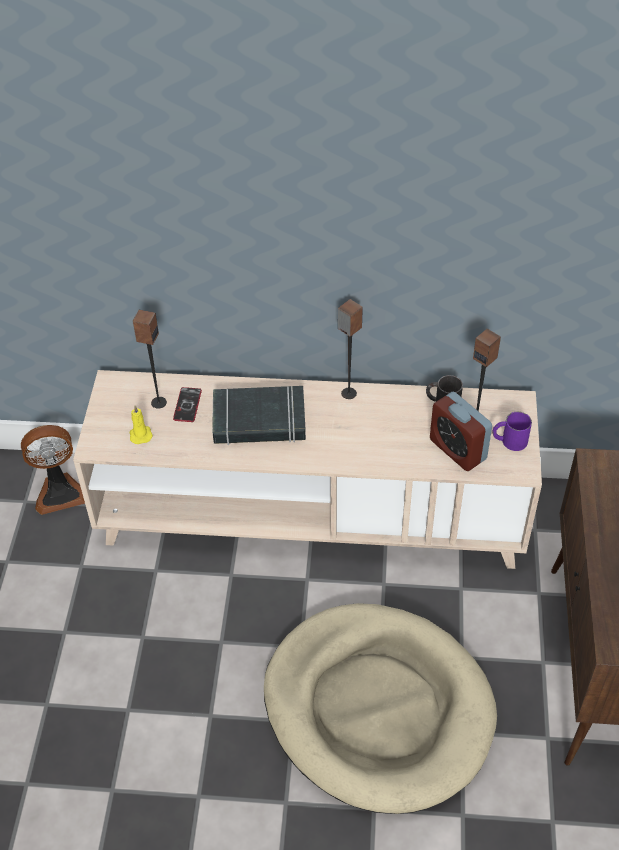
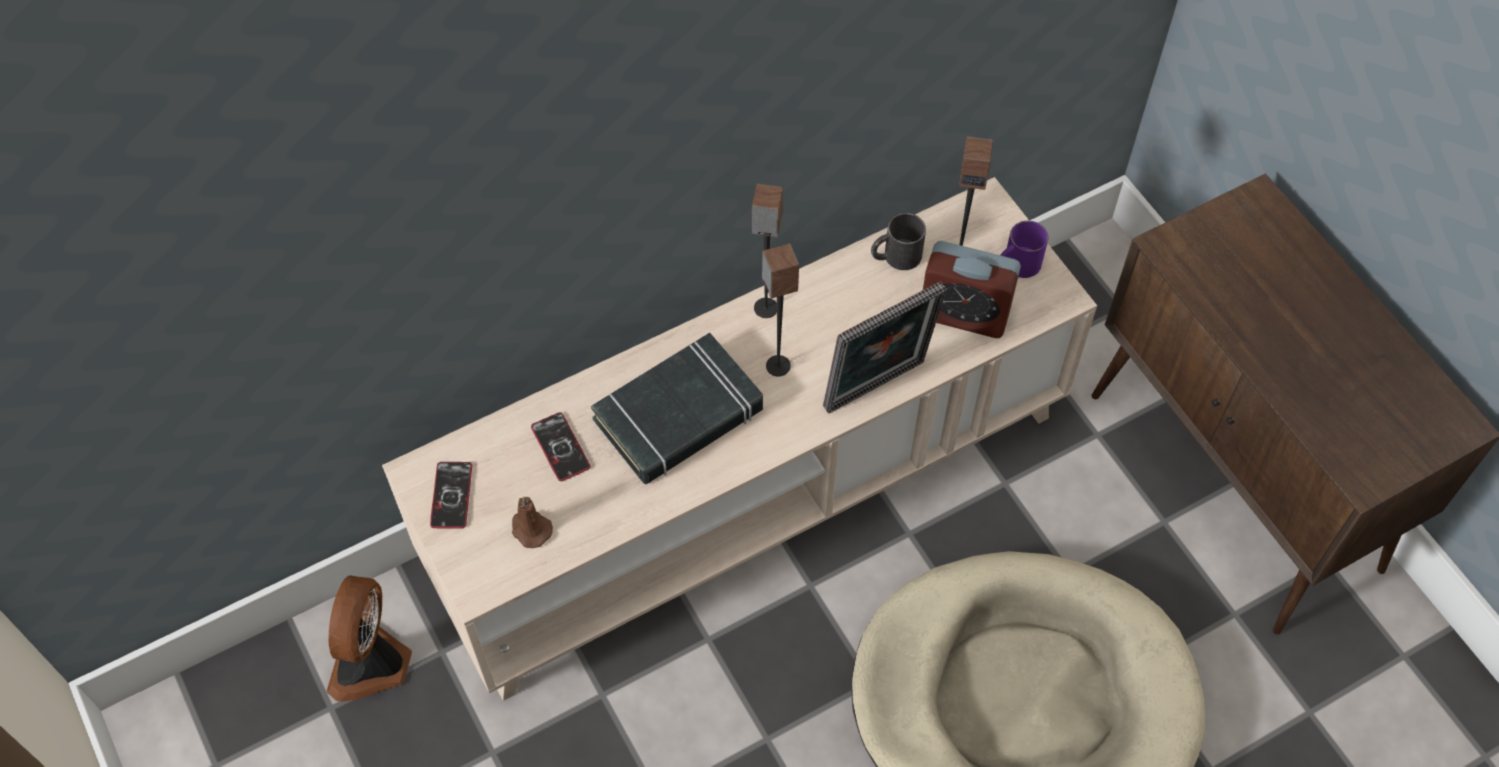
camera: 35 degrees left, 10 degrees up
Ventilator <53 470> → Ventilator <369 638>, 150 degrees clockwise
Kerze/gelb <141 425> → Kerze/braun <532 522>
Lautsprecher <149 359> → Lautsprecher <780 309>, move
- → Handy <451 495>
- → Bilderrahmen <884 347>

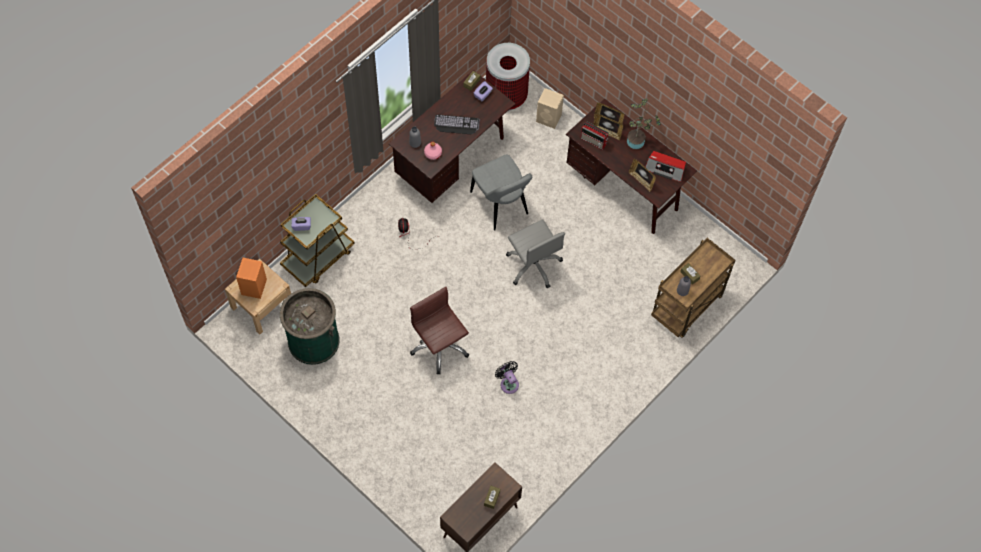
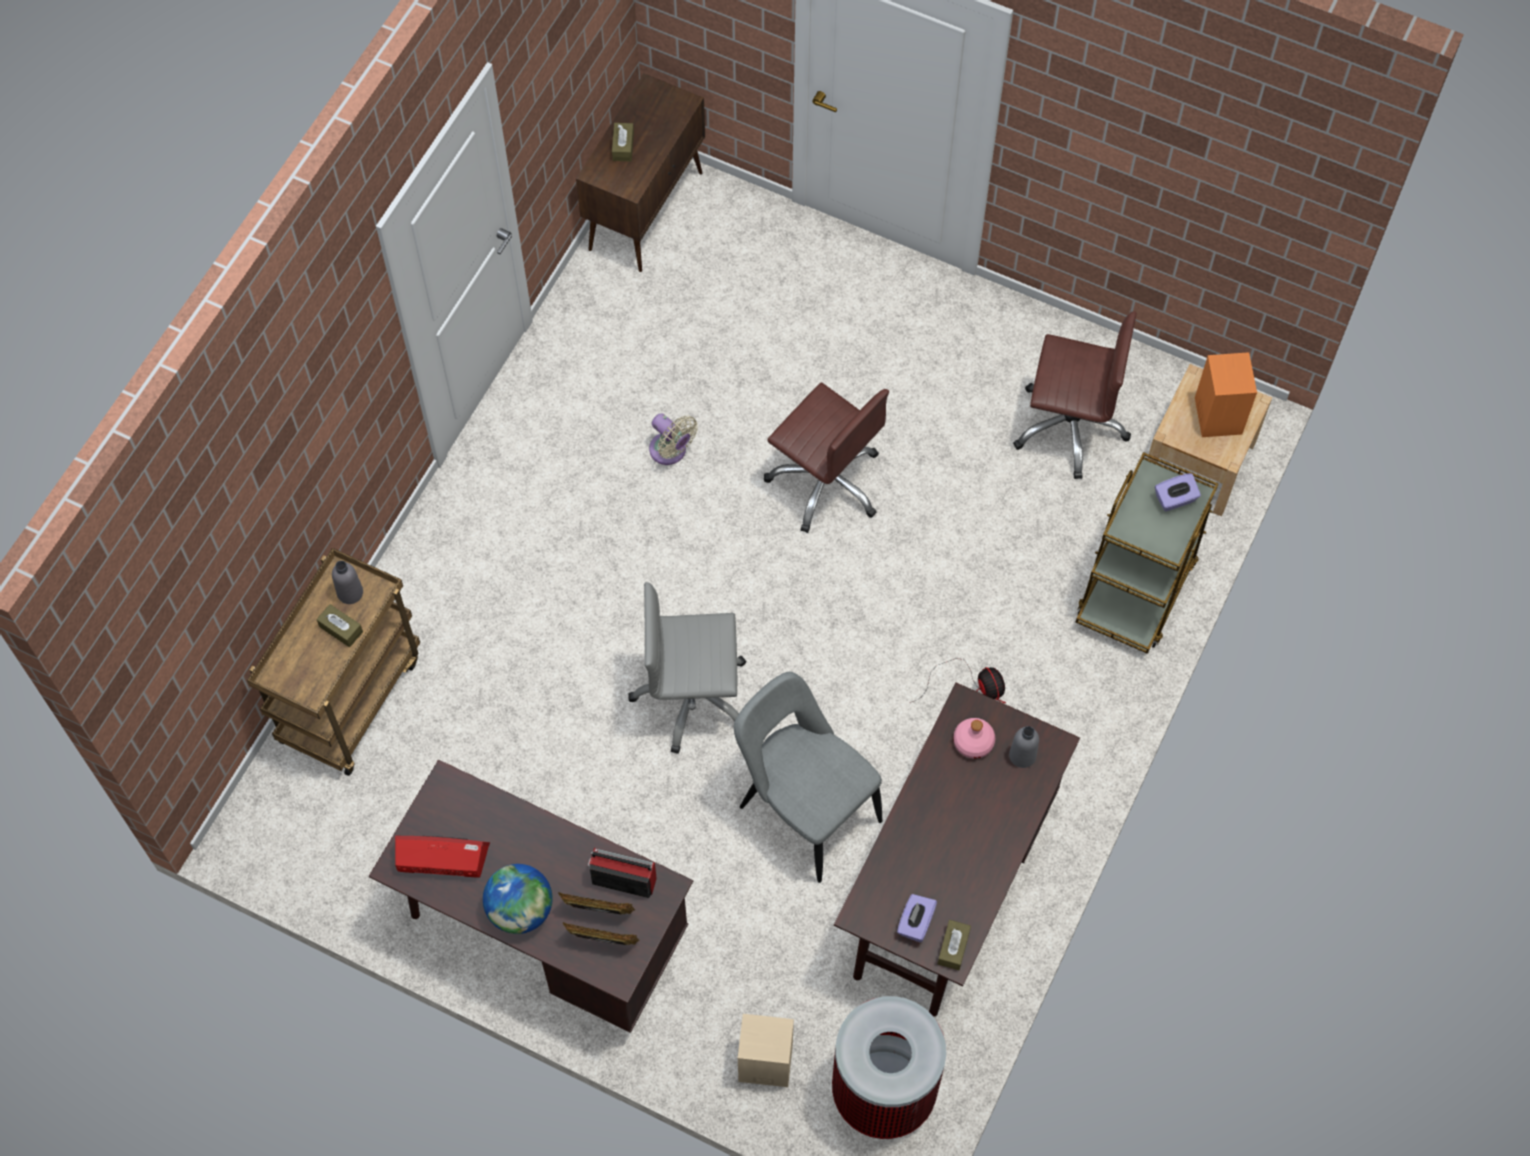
camera: 165 degrees right, 0 degrees up
Mülleimer/grün <310 326> → Bürostuhl/braun <1075 395>
Tastatur <457 124> → -
Ventilator/schwarz <507 377> → Ventilator/beige <673 439>
Bürostuhl/grau <535 253> → Bürostuhl/grau <687 668>, 45 degrees counterclockwise
Topfpflanze <644 124> → Globus <518 899>
Bilderrahmen <642 175> → -

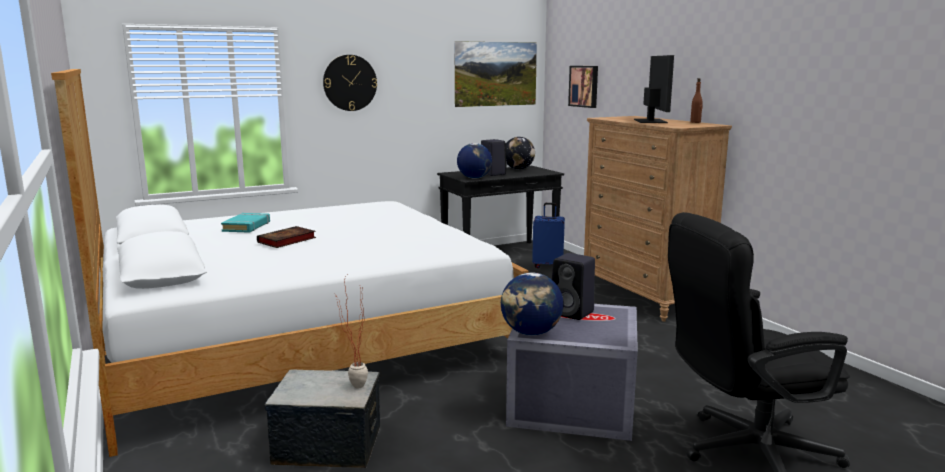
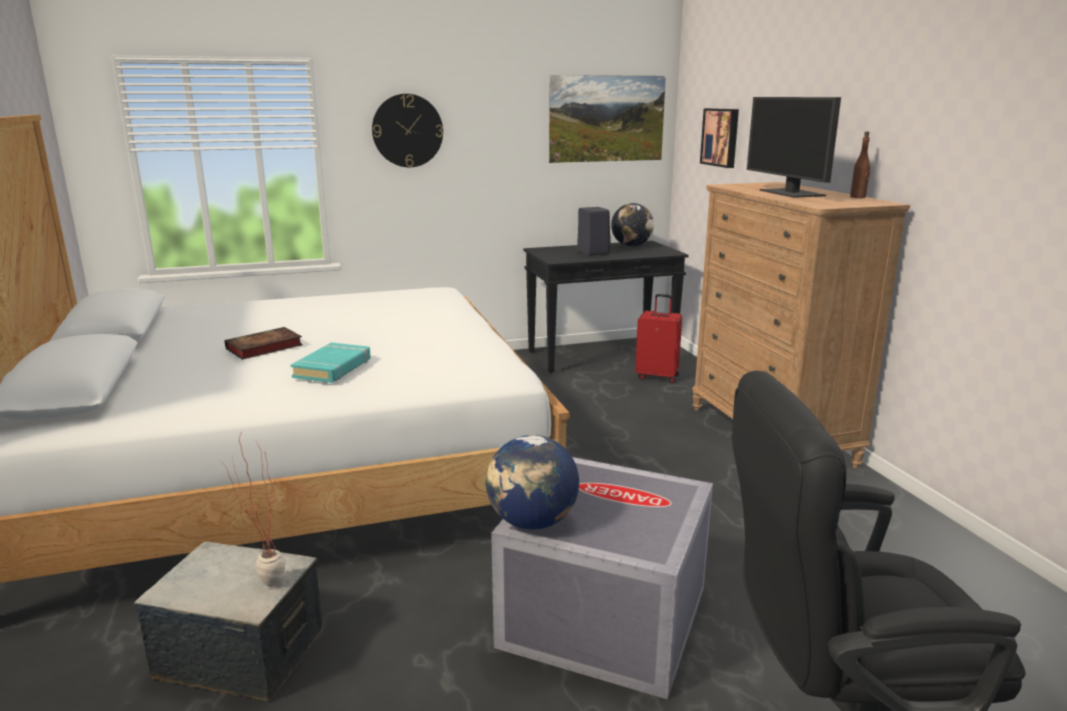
camera: 10 degrees right, 5 degrees up
Buch/türkis <245 223> → Buch/türkis <331 363>, move
Globus <474 161> → -
Koffer/blau <548 235> → Koffer/rot <658 338>
Lautsprecher/schwarz <573 286> → -
Monitor <654 89> → Monitor <794 147>, 150 degrees clockwise

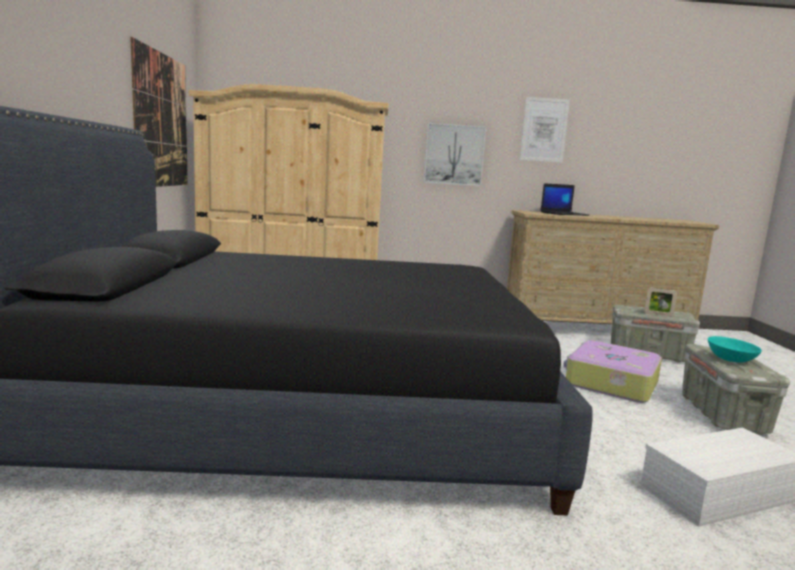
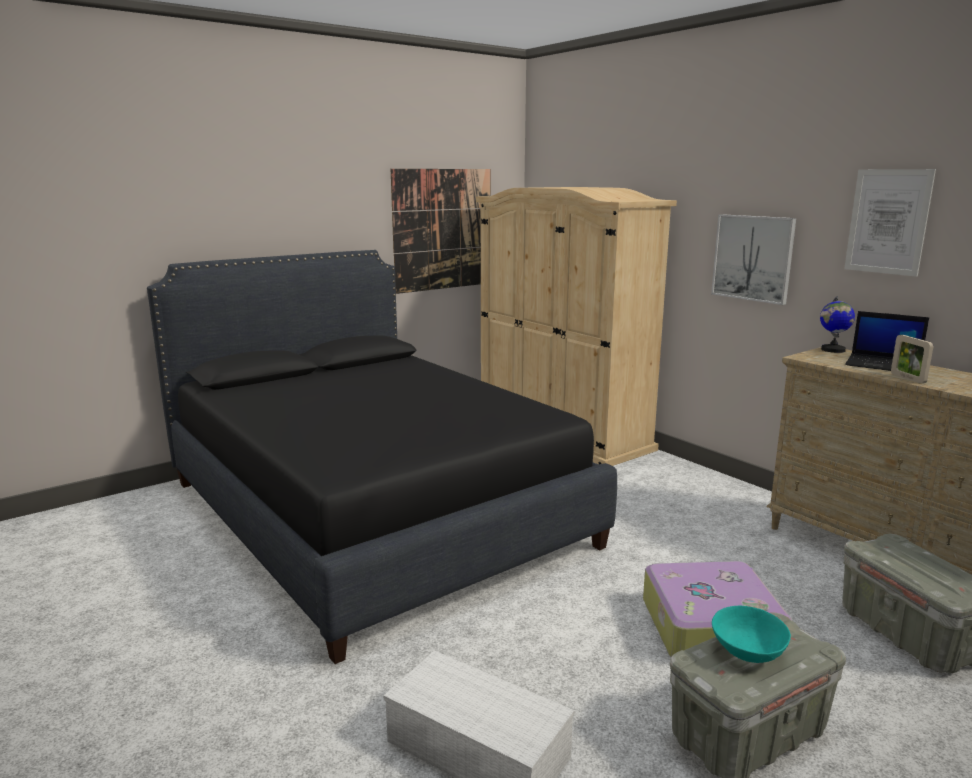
camera: 55 degrees right, 5 degrees up
Bilderrahmen <660 302> → Bilderrahmen <912 359>, move
- → Globus <837 324>

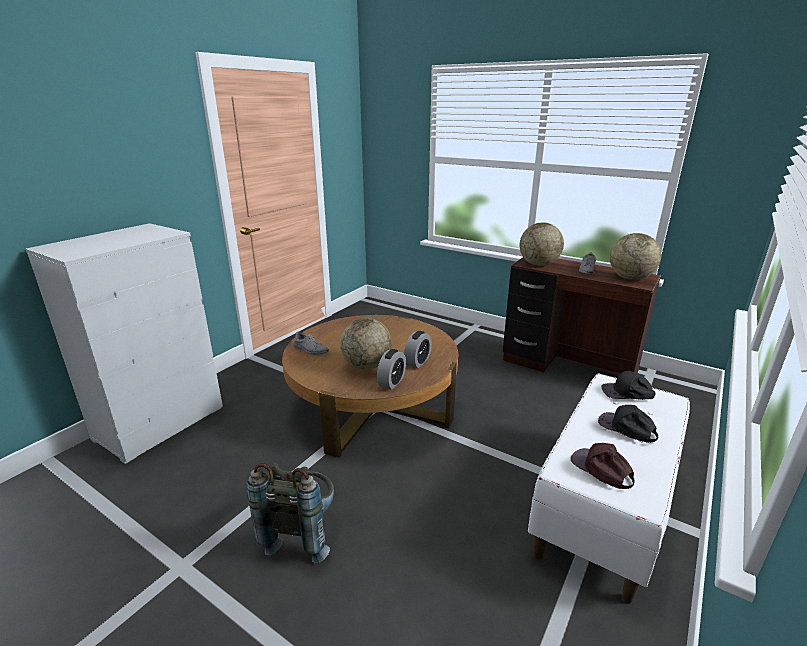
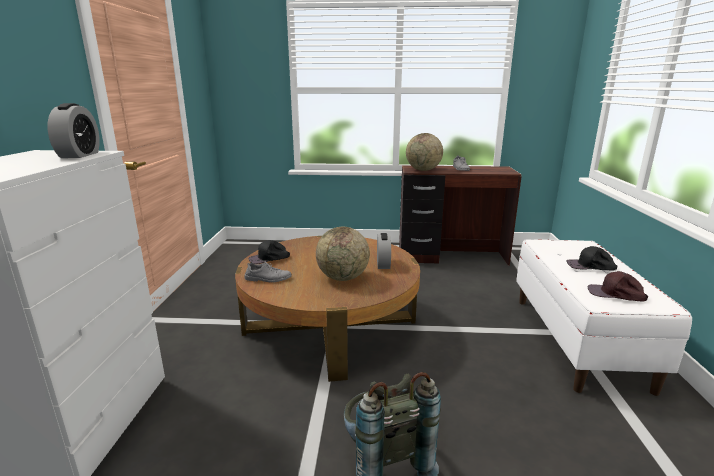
camera: 30 degrees left, 5 degrees down
Wecker <391 369> → Wecker <73 130>, move
Kappe/schwarz <628 385> → Kappe/schwarz <269 252>, move
Globus <635 256> → -

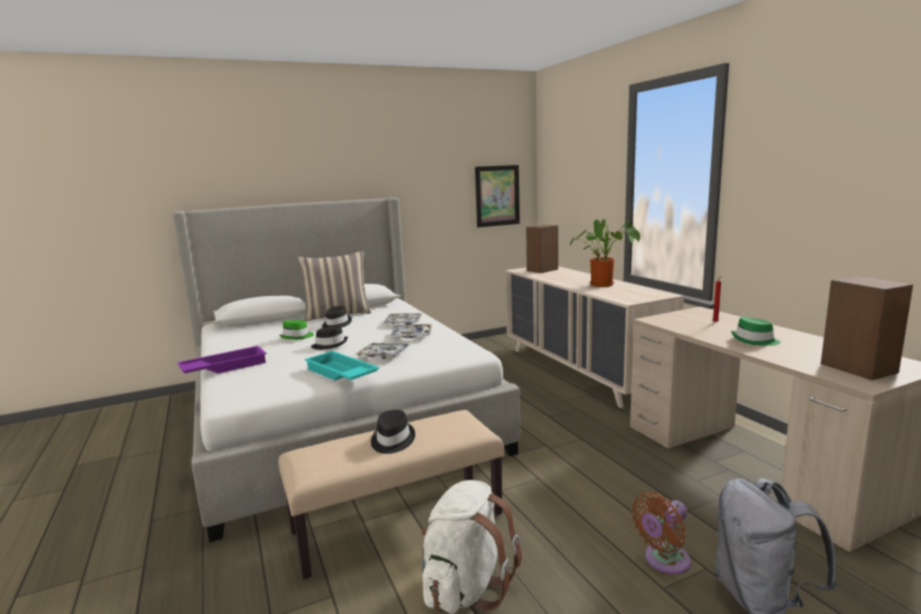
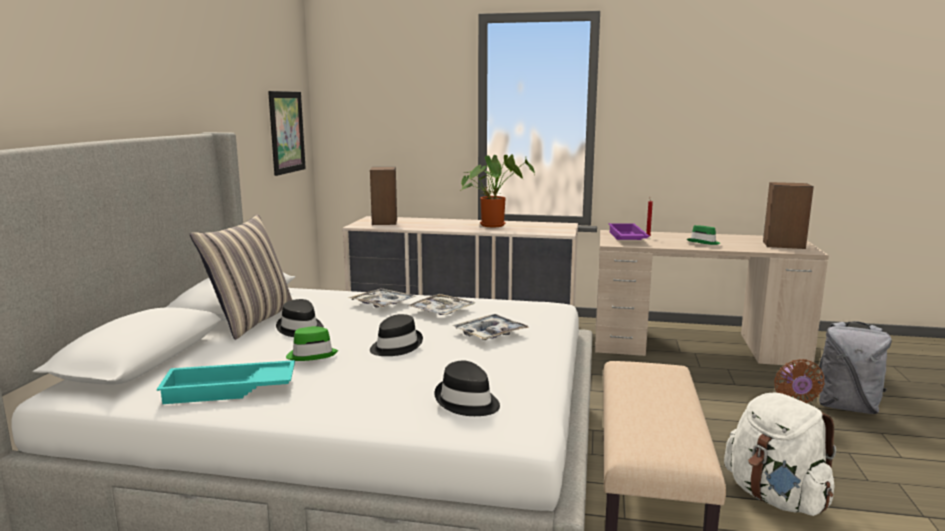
camera: 55 degrees left, 0 degrees up
Tablett/lila <222 360> → Tablett/lila <629 231>, move
Tablett/türkis <342 366> → Tablett/türkis <226 382>, move
Hut/schwarz <393 432> → Hut/schwarz <467 388>, move

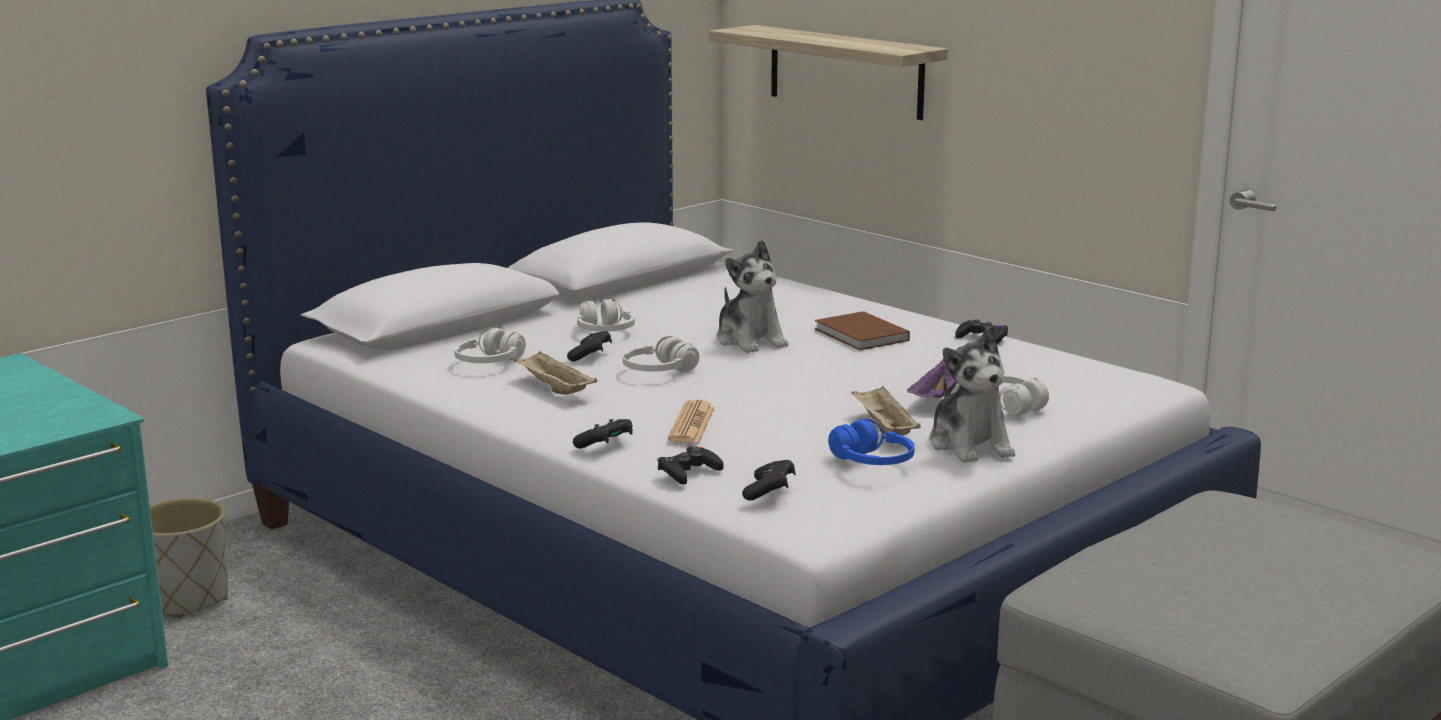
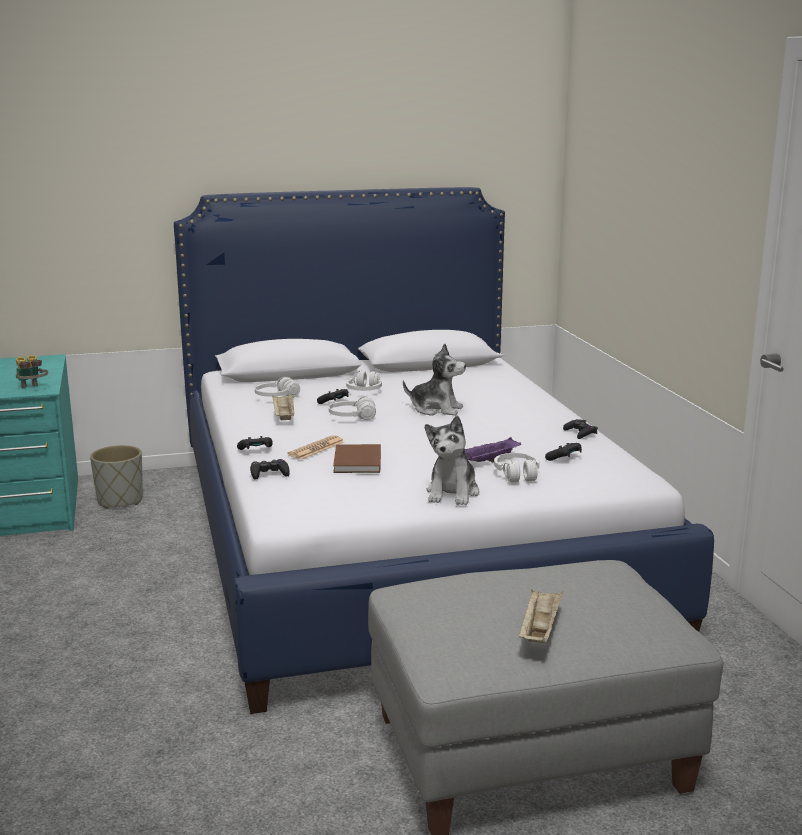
camera: 30 degrees right, 0 degrees up
Wandregal <828 72> → -
Plüschtier <752 296> → Plüschtier <434 379>, 75 degrees counterclockwise
Gamepad/schwarz <769 480> → Gamepad/schwarz <563 452>, move
Buch/braun <862 330> → Buch/braun <357 458>, move
Kopfhörer/blau <871 442> → -
Tablett/beige <886 410> → Tablett/beige <540 616>, move
- → Fernglas <32 372>

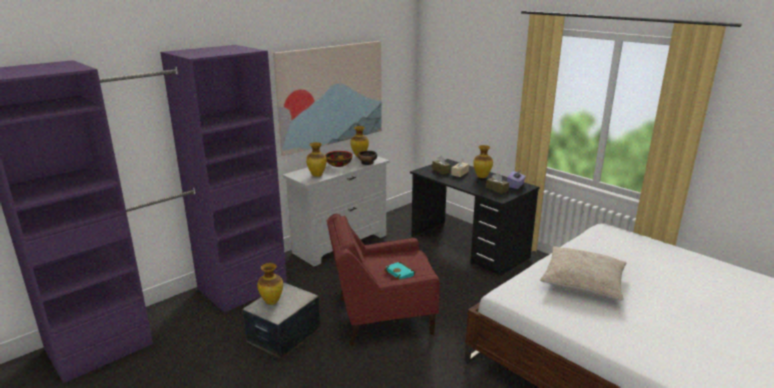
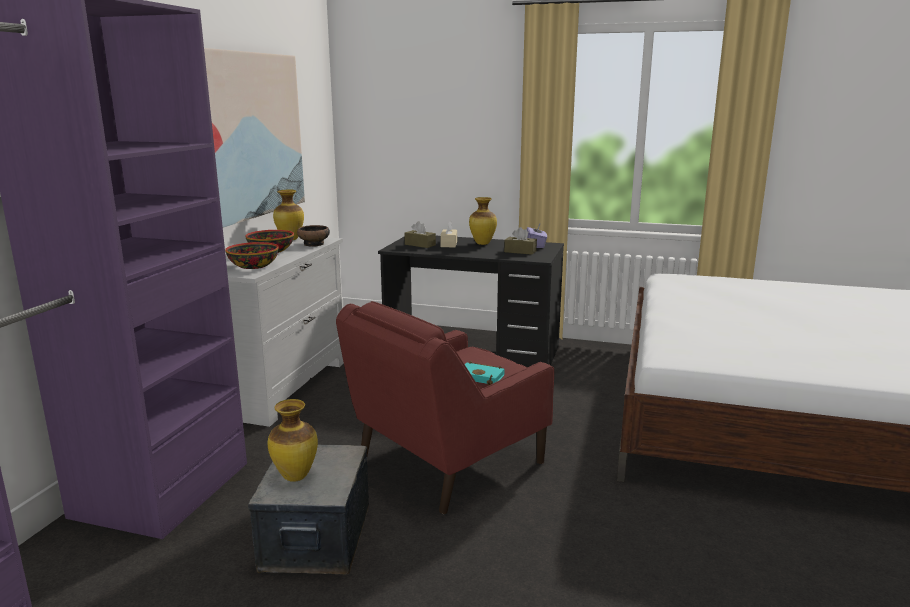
camera: 30 degrees left, 5 degrees down
Vase <316 159> → Schüssel <252 255>
Kissen/beige <583 273> → -

